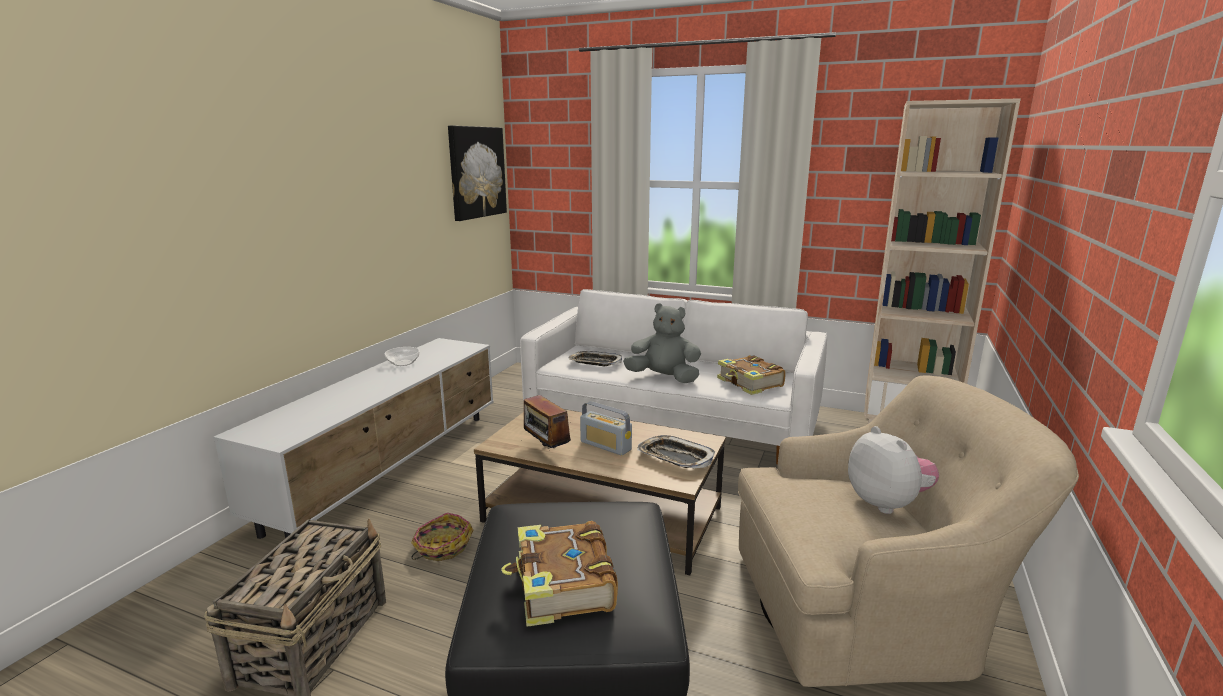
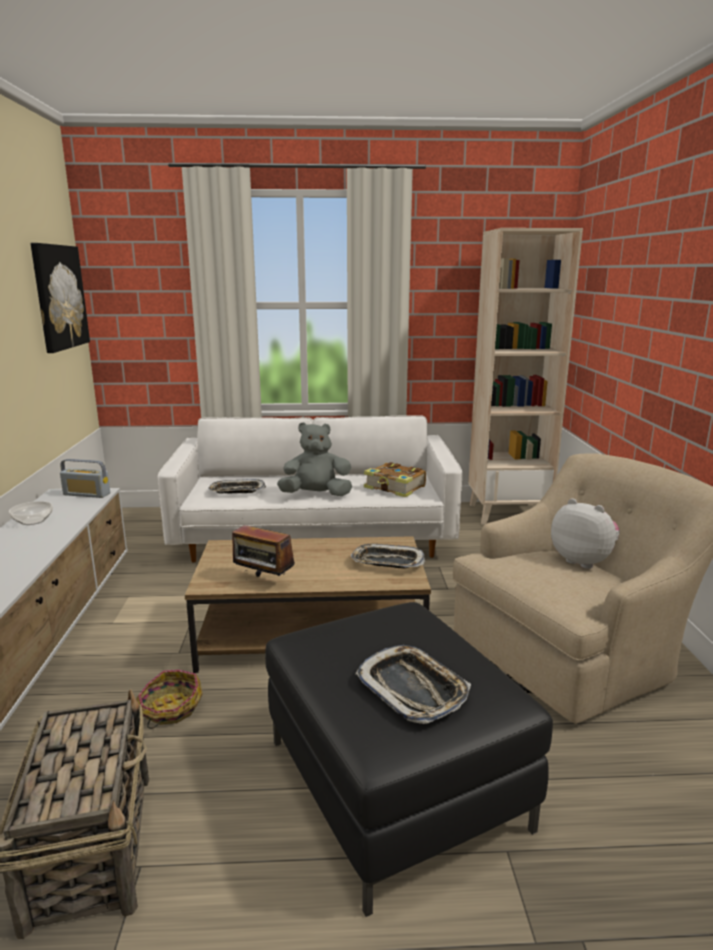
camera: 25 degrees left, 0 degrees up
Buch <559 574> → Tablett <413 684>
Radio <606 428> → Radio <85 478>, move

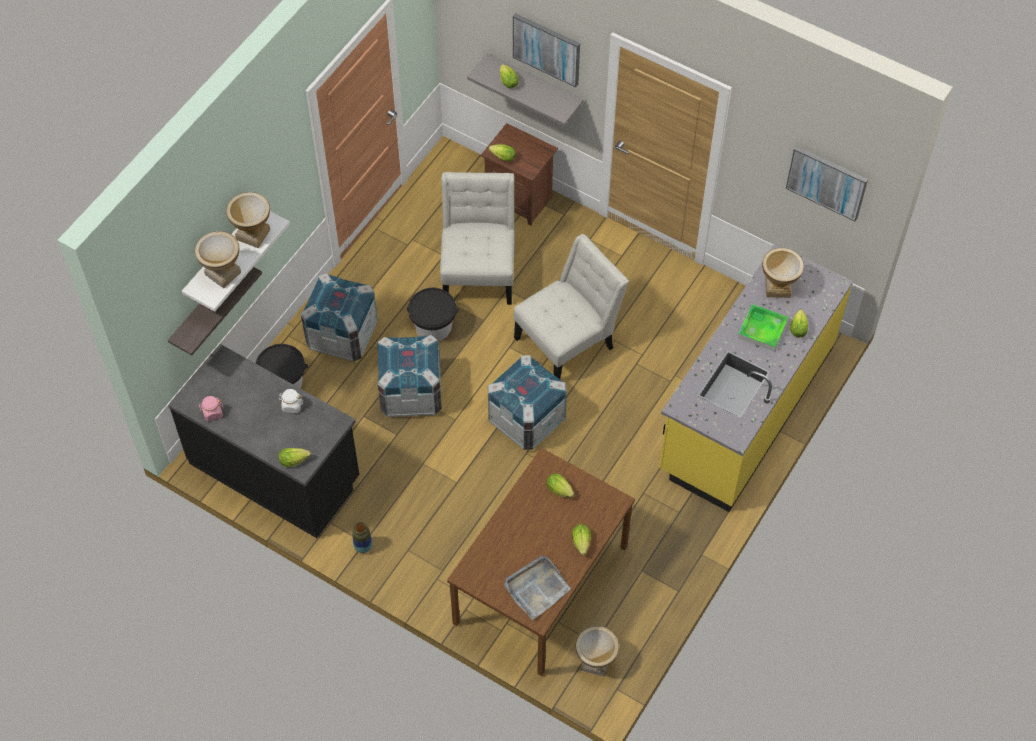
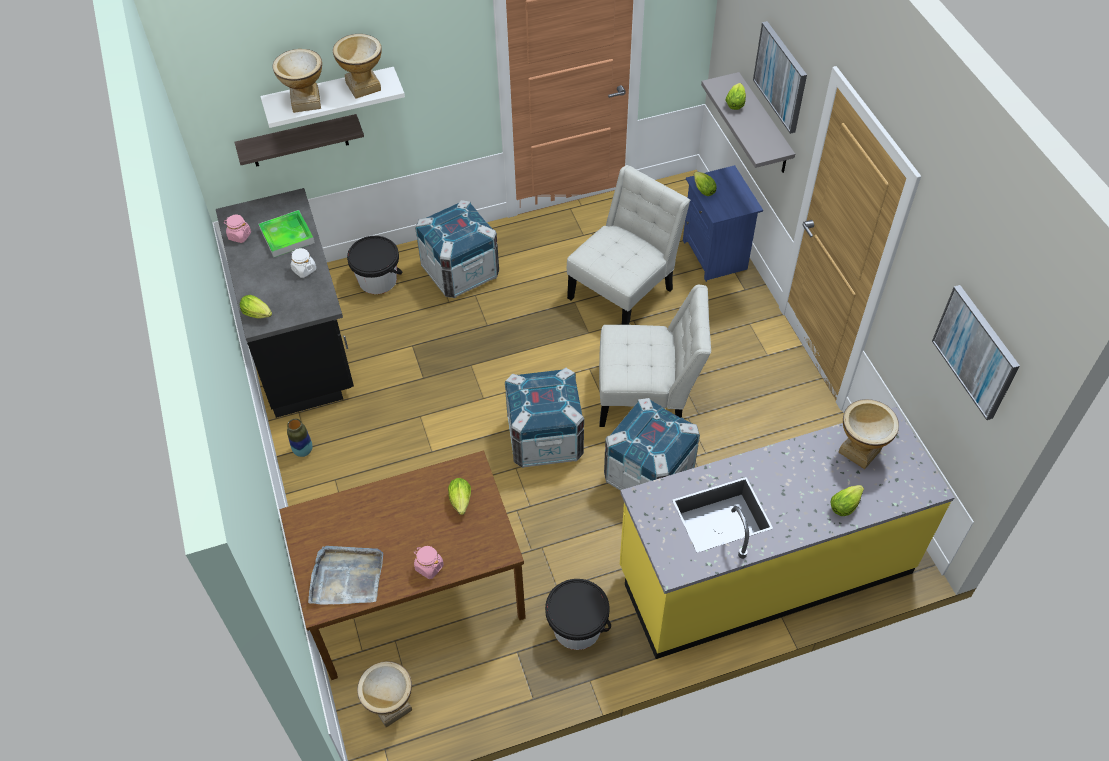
camera: 40 degrees right, 5 degrees down
Kiste <409 376> → Kiste <652 444>, move
Eimer/schwarz <433 314> → Eimer/schwarz <578 614>, move
Nachttisch/braun <519 174> → Nachttisch/blau <723 223>
Salatkopf <581 540> → Vorratsglas/rosa <429 562>
Tablett <763 327> → Tablett <287 233>, move

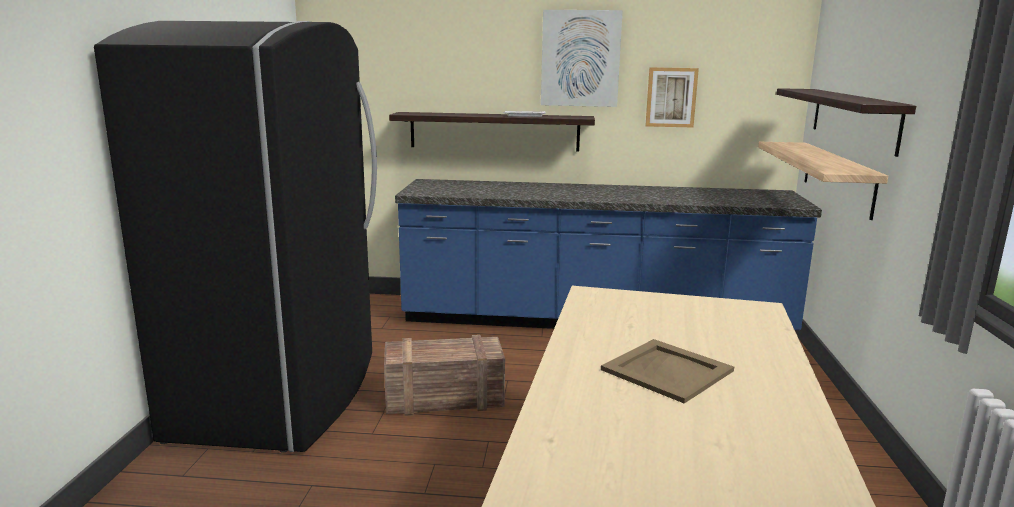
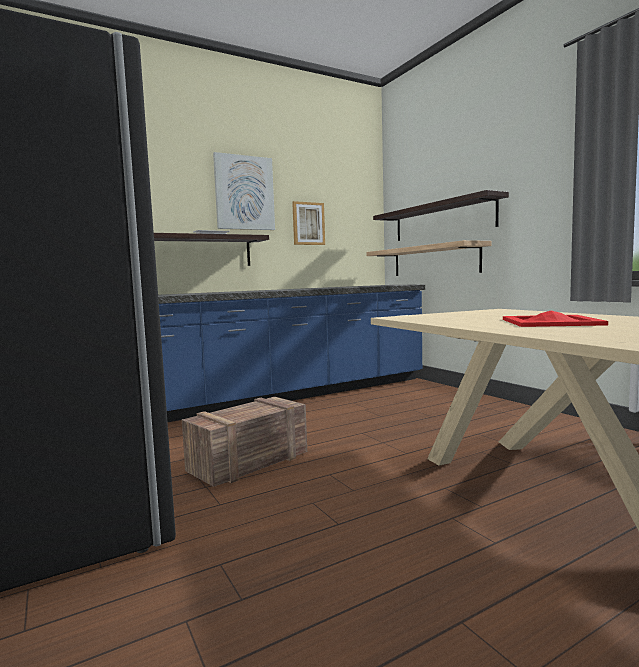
camera: 35 degrees left, 10 degrees down
Tablett/beige <667 371> → Tablett/rot <555 319>

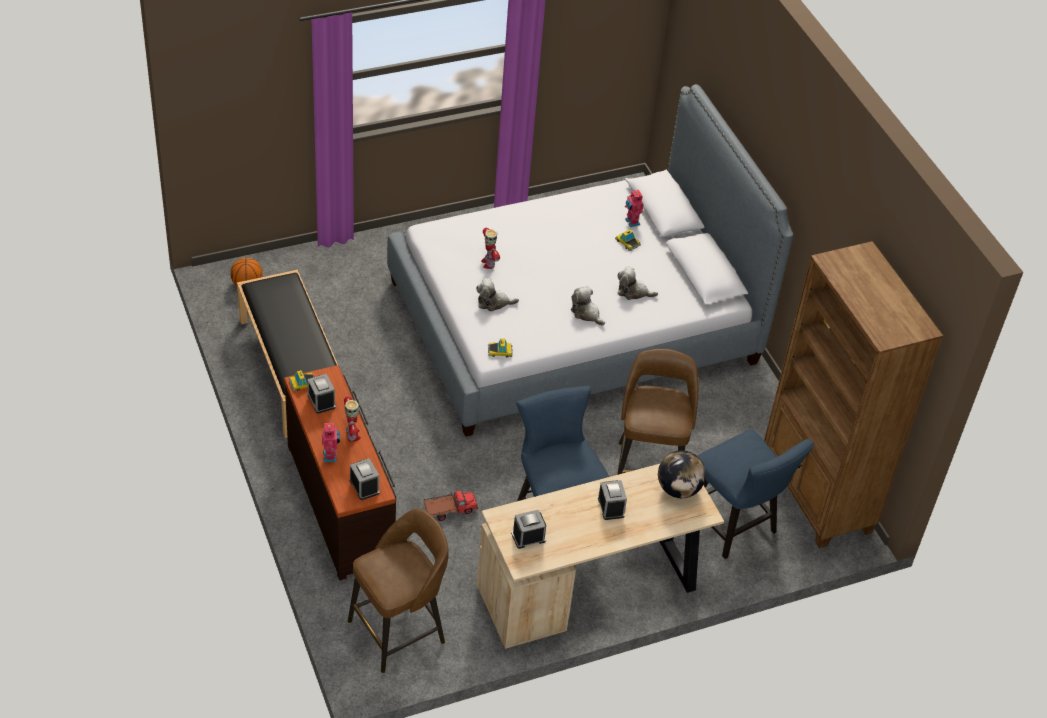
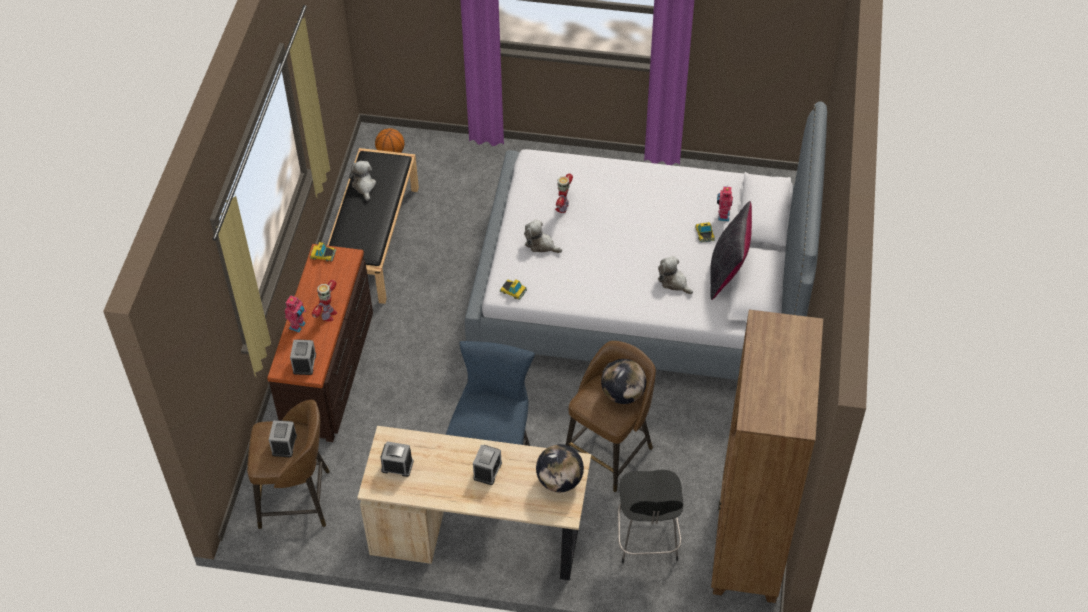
camera: 35 degrees right, 5 degrees up
Wecker <321 394> → Wecker <283 438>, move
Spielzeuglaster <450 506> → -
Plüschtier <588 305> → Plüschtier <362 181>, move
Stuhl/blau <755 494> → Hocker/schwarz <650 516>
- → Globus <623 381>
- → Kissen/schwarz <731 250>

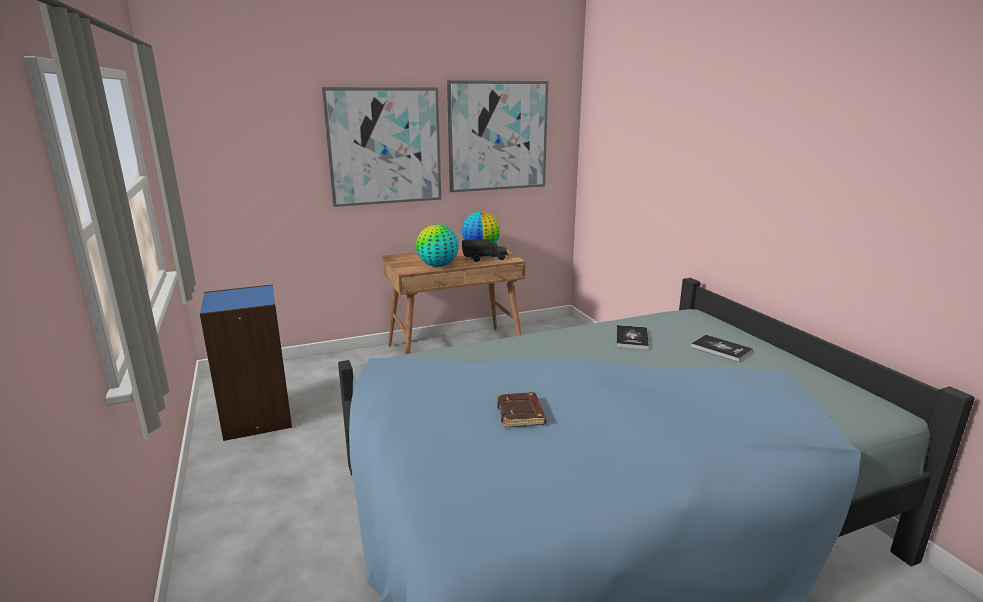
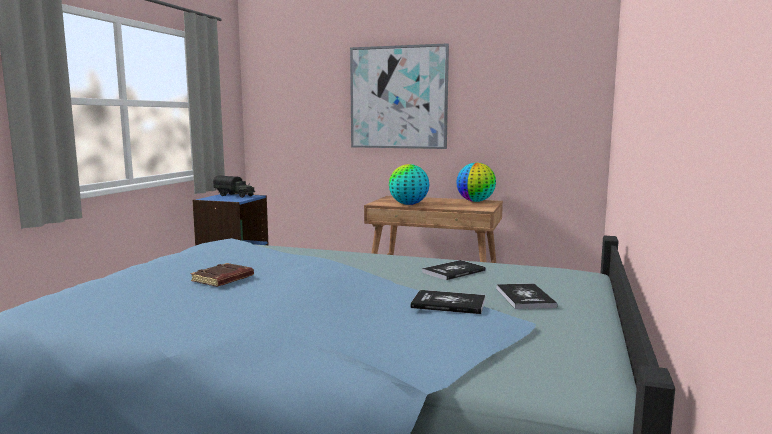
camera: 40 degrees right, 10 degrees down
Bild <497 136> → -
Spielzeuglaster <485 250> → Spielzeuglaster <234 186>, move
- → Buch <448 302>

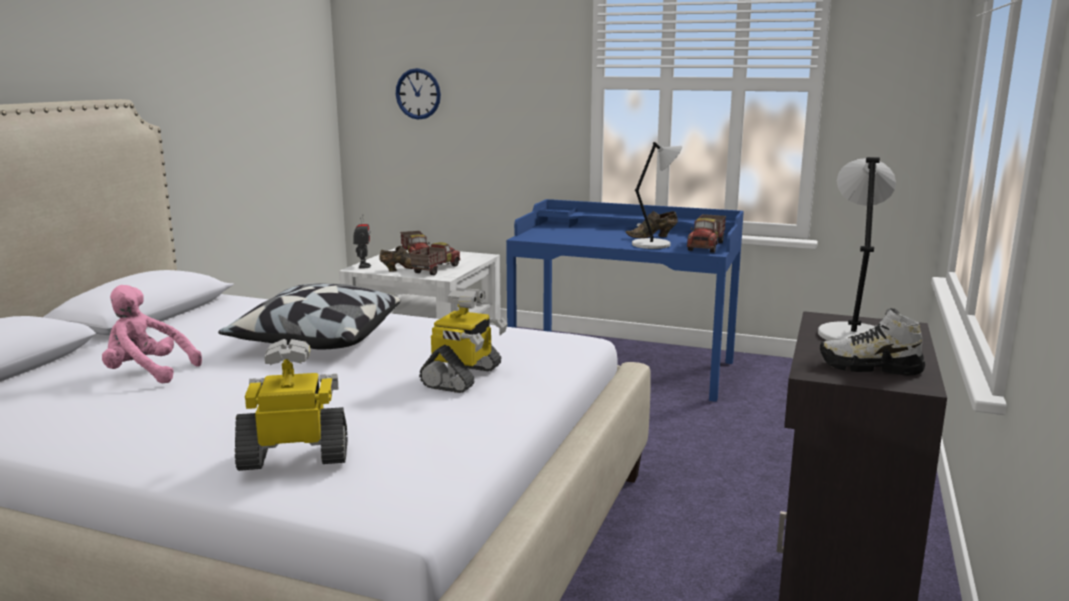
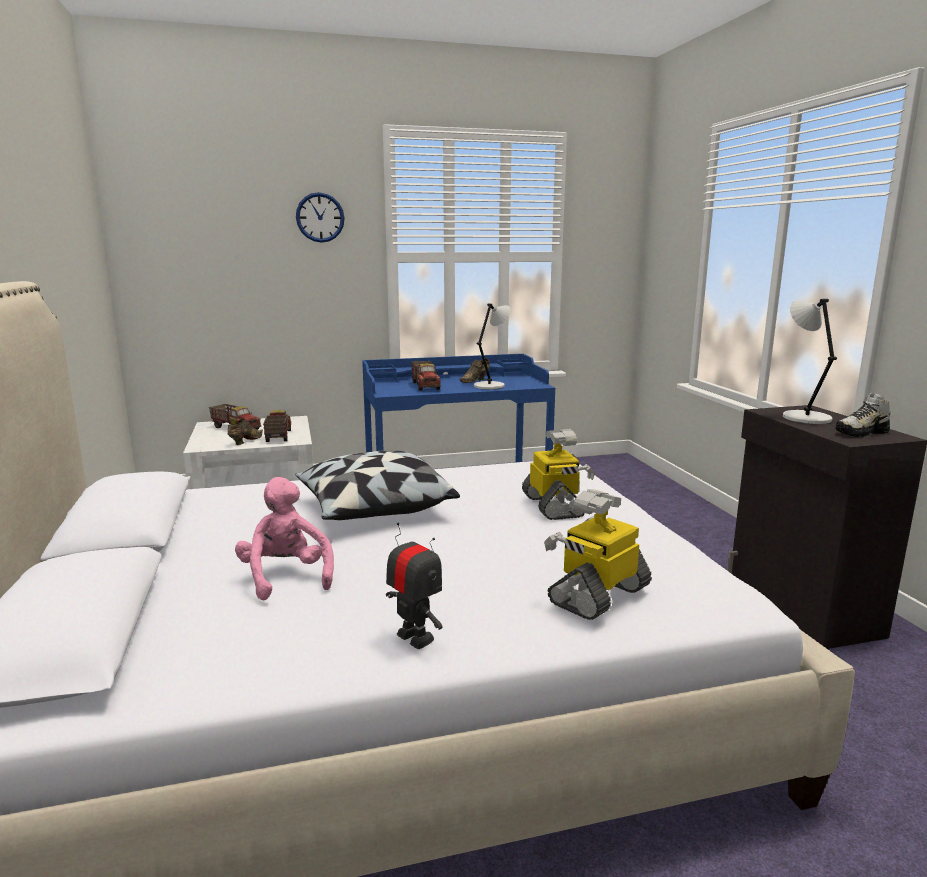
camera: 35 degrees left, 0 degrees up
Plüschtier/rosa <152 334> → Plüschtier/rosa <284 538>, 90 degrees clockwise
Spielzeugroboter <362 243> → Spielzeugroboter <414 586>, move
Wanduhr <418 94> → Wanduhr <320 217>, move
Spielzeuglaster <706 233> → Spielzeuglaster <426 376>, move

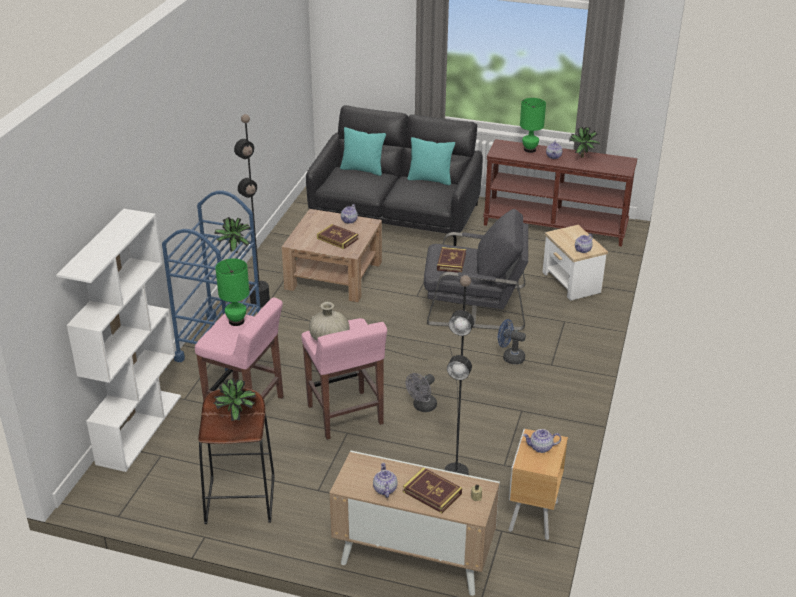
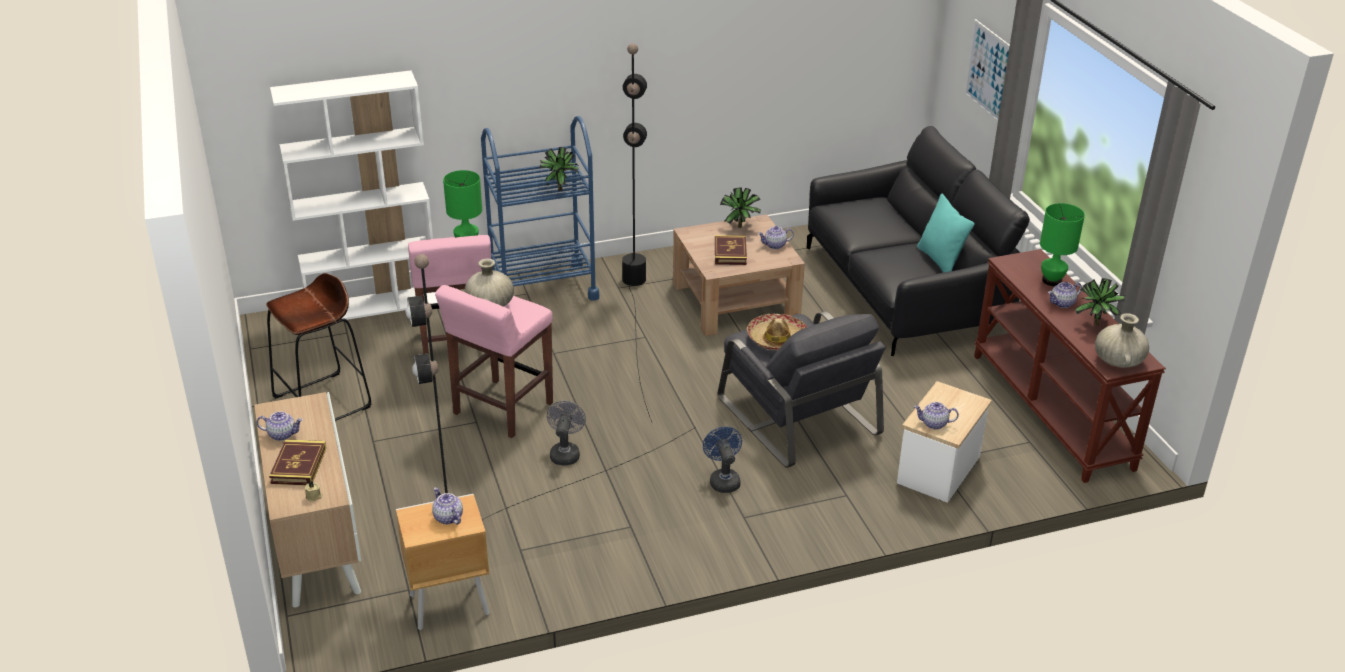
camera: 55 degrees right, 0 degrees up
Topfpflanze <234 399> → Topfpflanze <740 207>, move
Kissen/türkis <363 151> → -
Teekanne <385 480> → Teekanne <279 426>, 45 degrees clockwise
Ventilator/grau <421 392> → Ventilator/grau <566 433>, 90 degrees clockwise
Buch <451 260> → Hut <777 332>
- → Bild <987 71>
- → Vase/beige <1122 340>

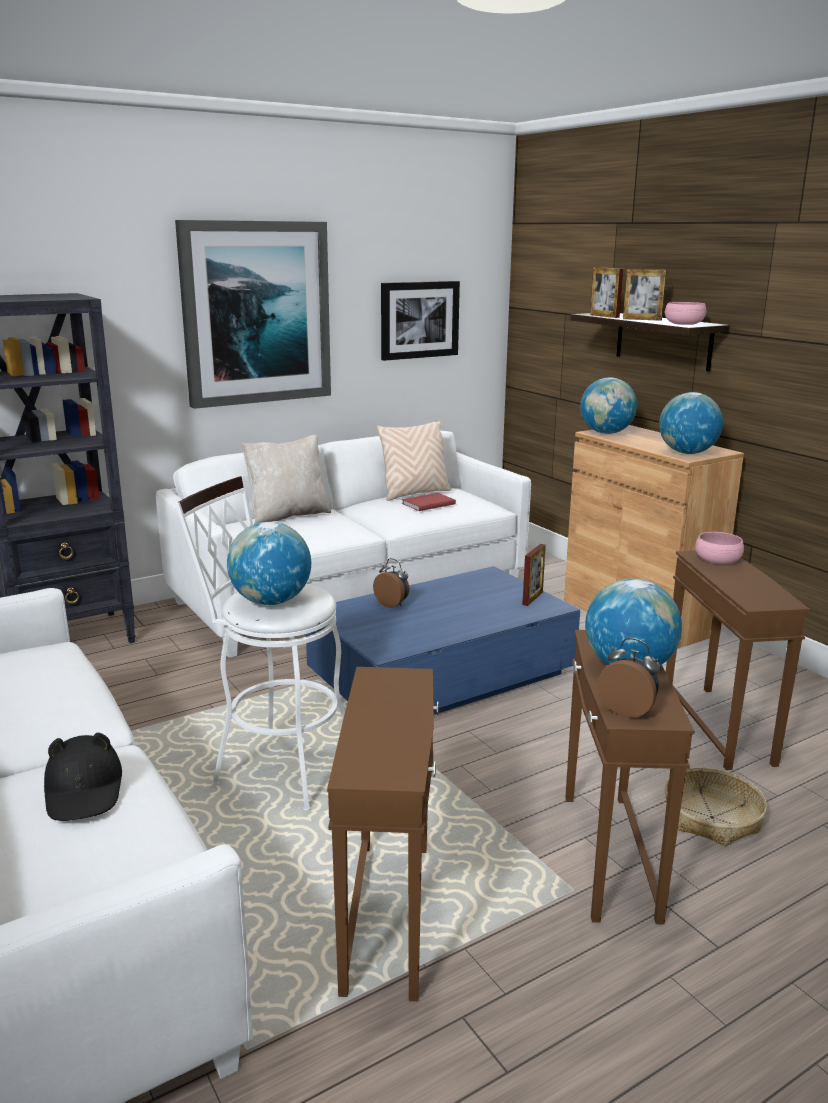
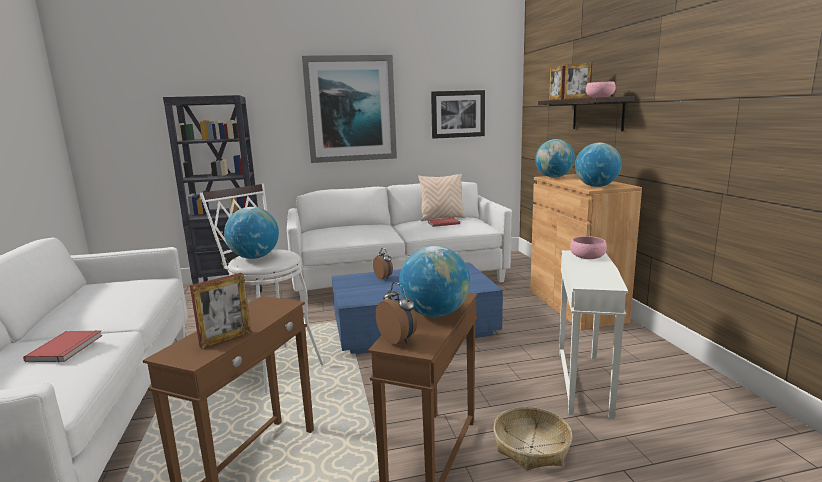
camera: 20 degrees right, 5 degrees down
Hut/schwarz <83 777> → Buch/rot <63 346>
Kissen/beige <286 479> → -
Bilderrahmen <534 575> → Bilderrahmen <220 311>, move
Beistelltisch/braun <738 660> → Beistelltisch/weiß <593 334>

